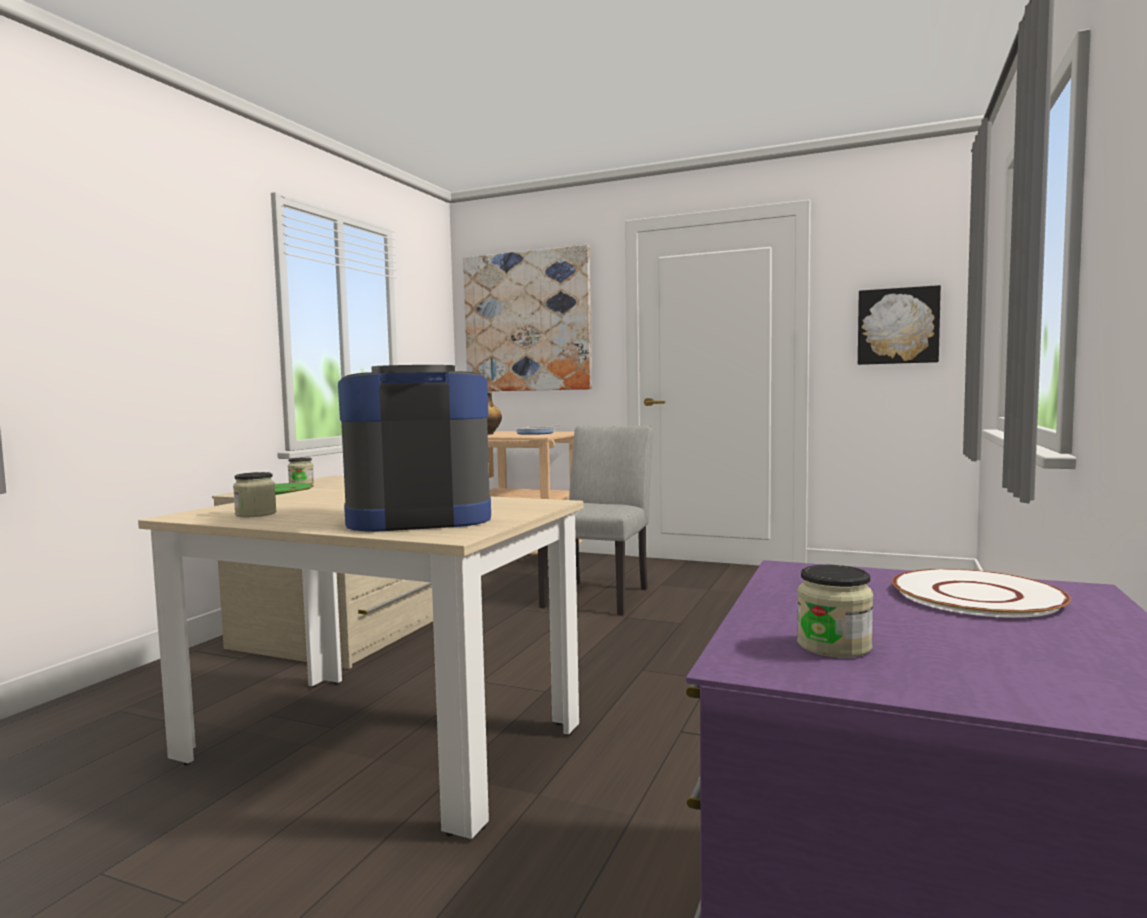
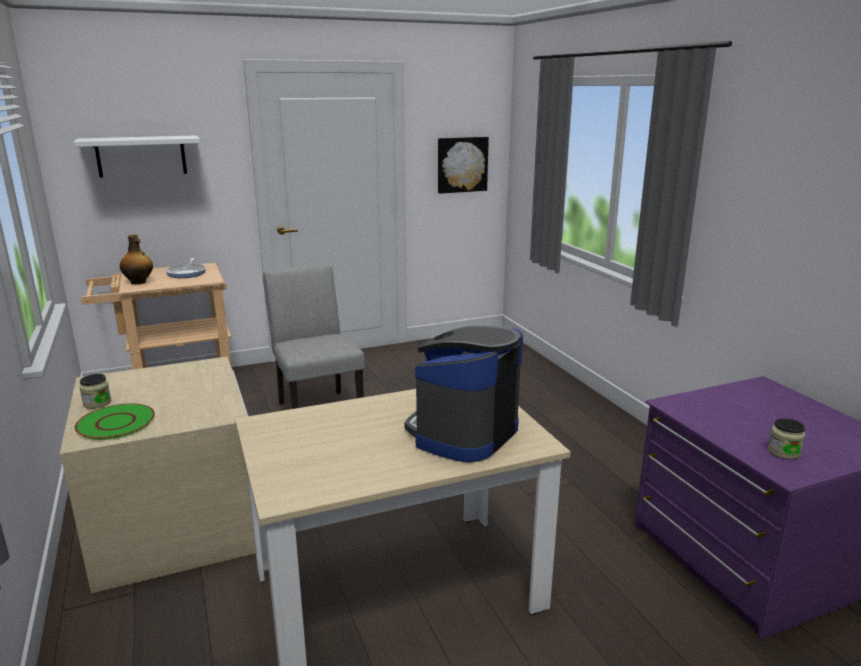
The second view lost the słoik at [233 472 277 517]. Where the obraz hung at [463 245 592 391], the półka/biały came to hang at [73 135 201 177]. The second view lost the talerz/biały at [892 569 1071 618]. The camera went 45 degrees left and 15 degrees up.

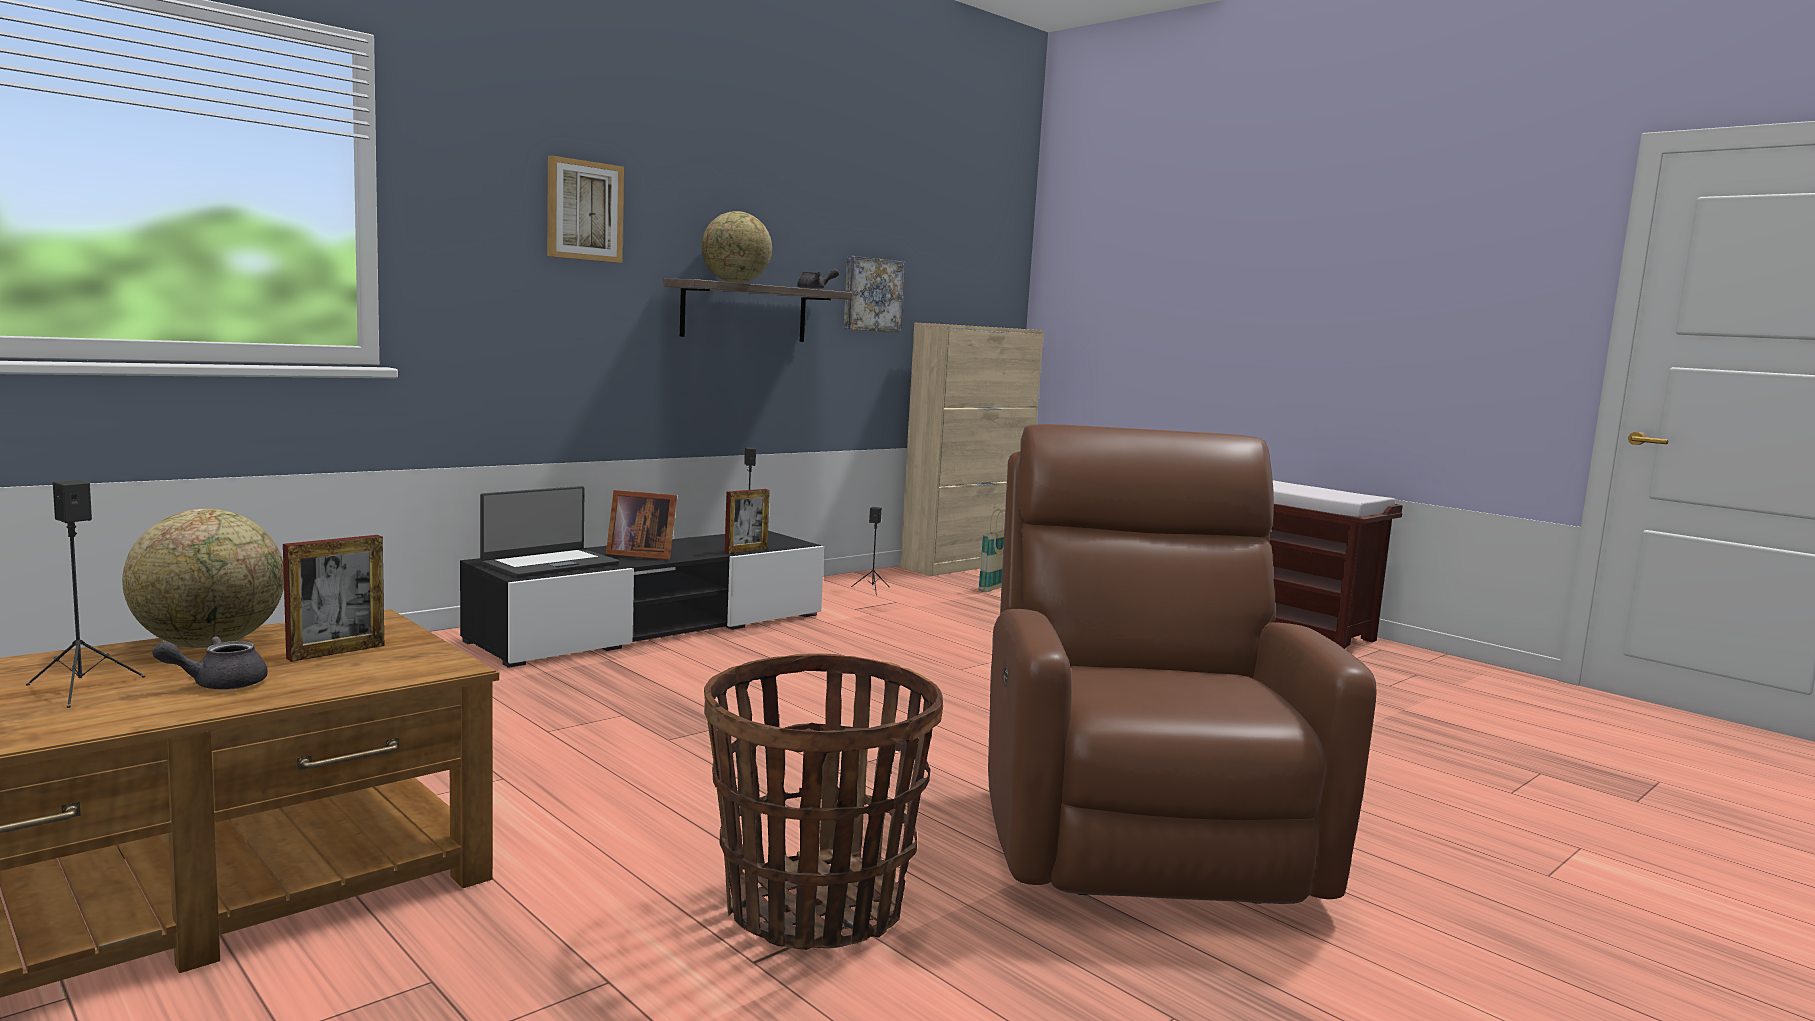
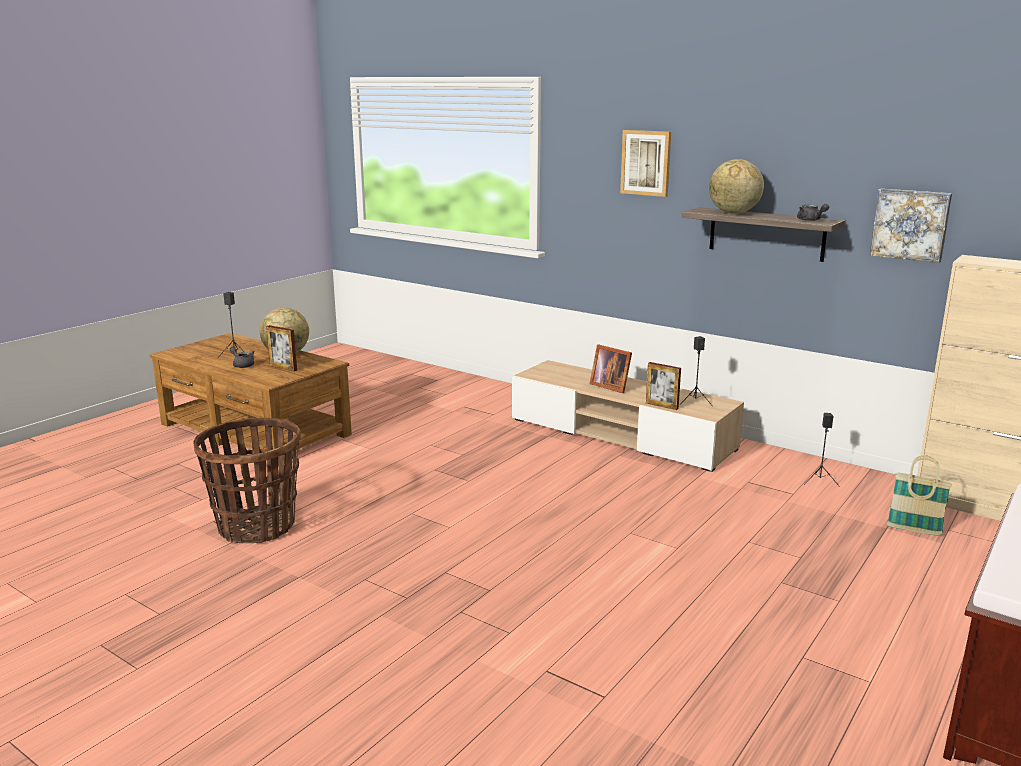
What was the szafka pod telewizor/czarny at [460 531 824 668] turned into the szafka pod telewizor/beżowy at [512 360 744 472]. The second view lost the laptop at [480 486 619 578]. The ramka na zdjęcie at [606 490 677 560] ended up facing another way, 45 degrees counterclockwise from before. The second view lost the fotel/brązowy at [988 424 1377 904]. The camera went 80 degrees right and 10 degrees up.

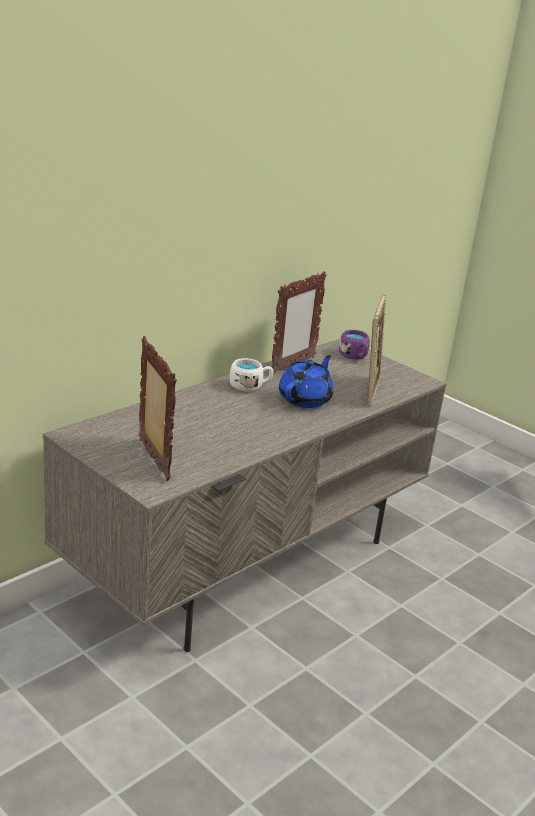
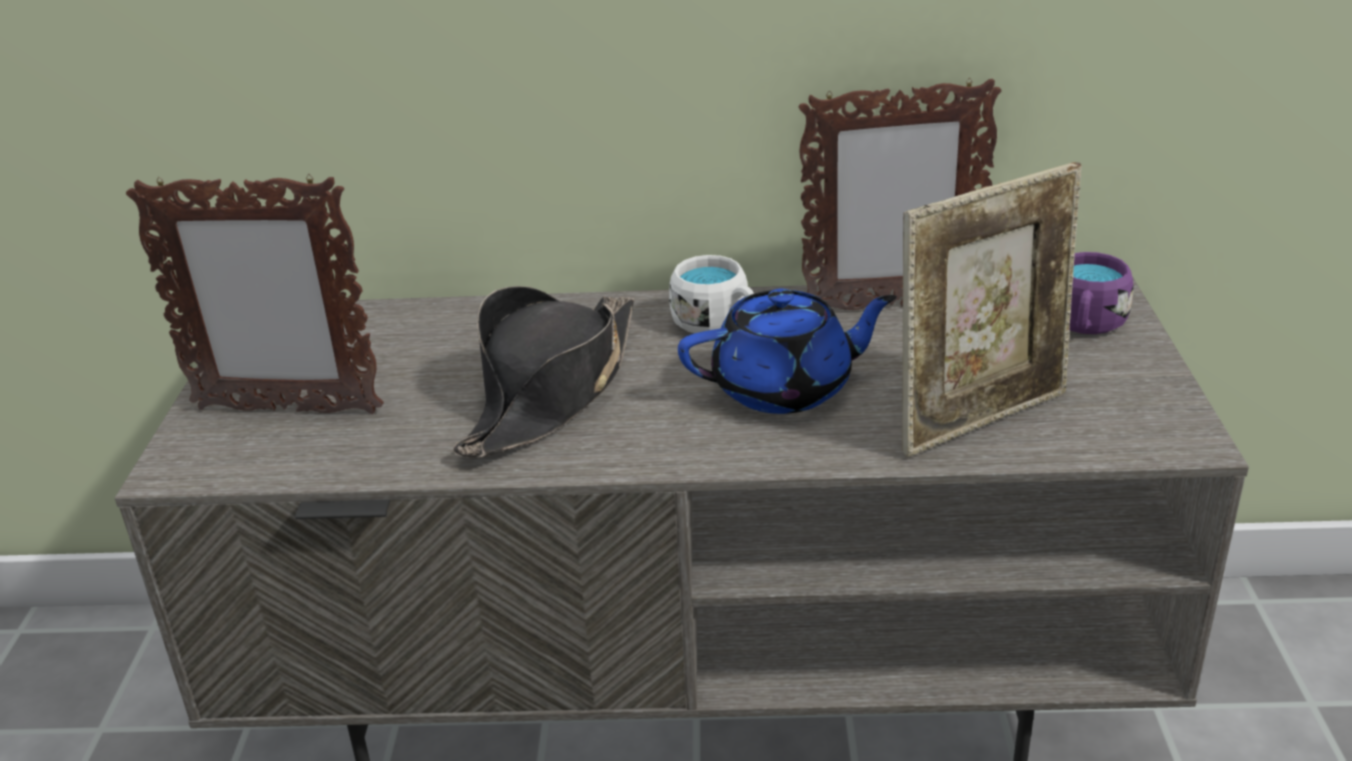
The ramka na zdjęcie at [139 336 177 481] ended up facing another way, 75 degrees clockwise from before. The second view gained the kapelusz/czarny at [453 286 634 458]. The camera went 50 degrees right and 5 degrees up.

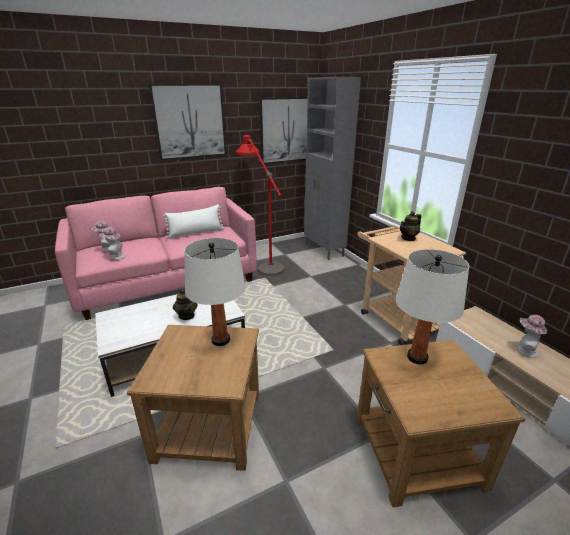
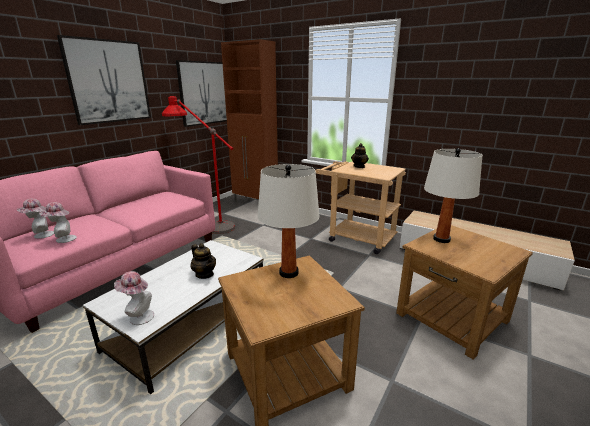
The second view lost the poduszka/biały at [163 204 224 239]. What was the szafka/szary at [304 77 361 260] turned into the szafka/brązowy at [221 39 278 202]. The kapelusz ended up elsewhere, having gone from [518 315 547 358] to [114 271 154 325]. The camera went 30 degrees left and 5 degrees down.

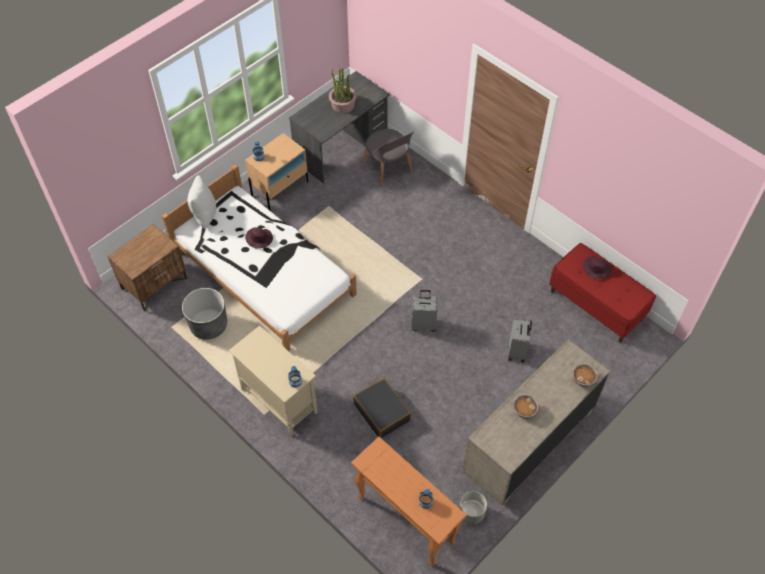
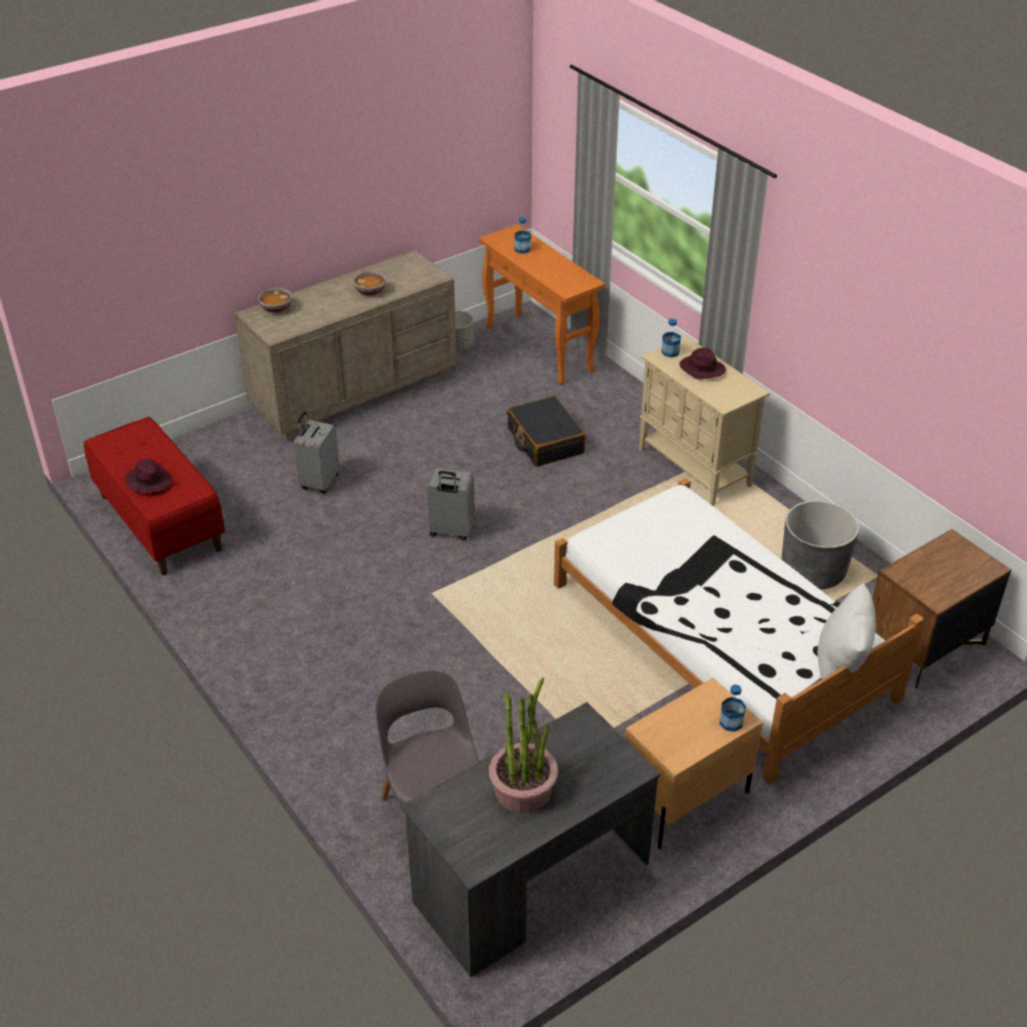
The kapelusz/fioletowy ended up elsewhere, having gone from [245 227 273 249] to [679 348 726 379]. The camera went 170 degrees left and 15 degrees down.

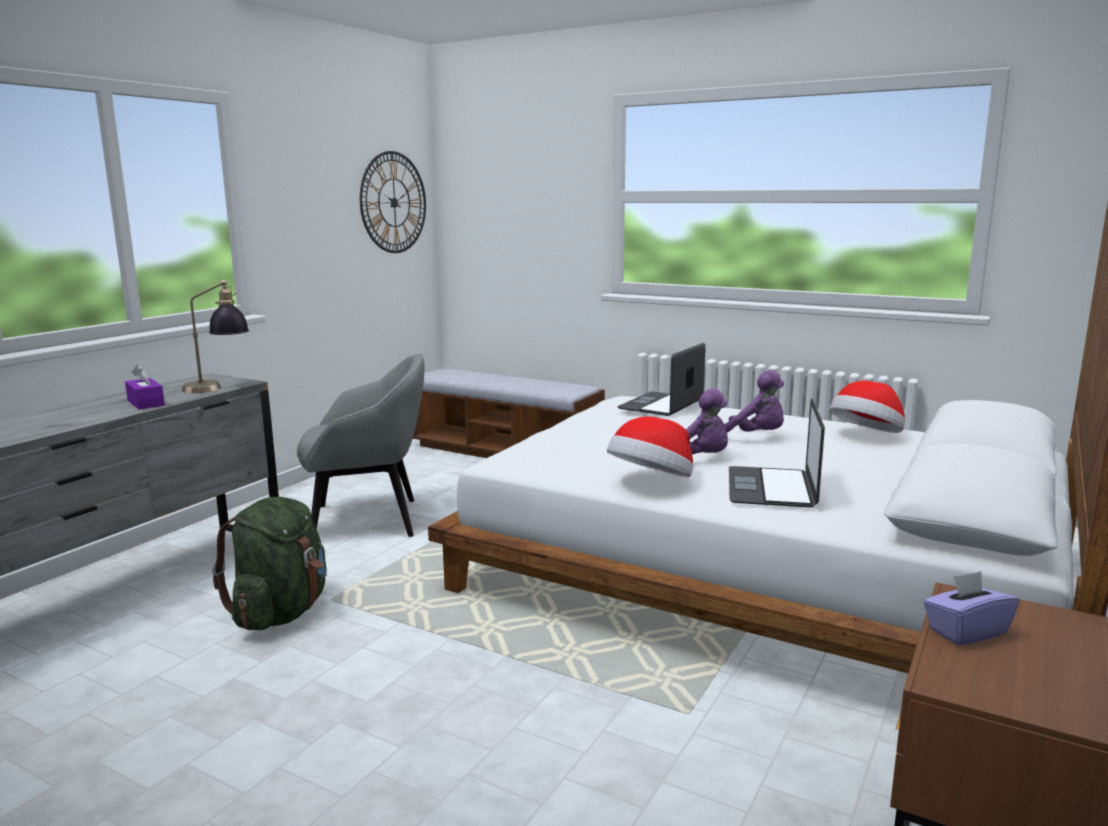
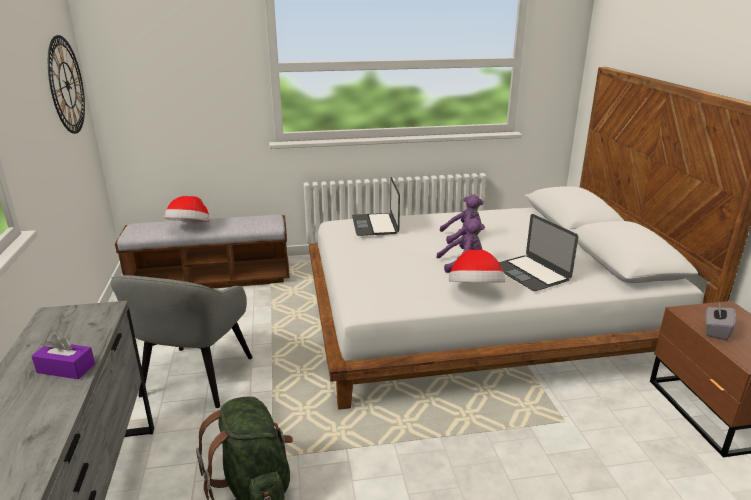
The second view lost the lampa stołowa at [182 280 249 393]. The fotel/szary at [297 354 424 537] ended up facing another way, 150 degrees clockwise from before. The kapelusz ended up elsewhere, having gone from [829 380 905 433] to [164 196 210 222]. What was the pudełko chusteczek/fioletowy at [924 571 1019 645] turned into the pudełko chusteczek/szary at [705 302 736 340]. The camera went 40 degrees left and 10 degrees up.

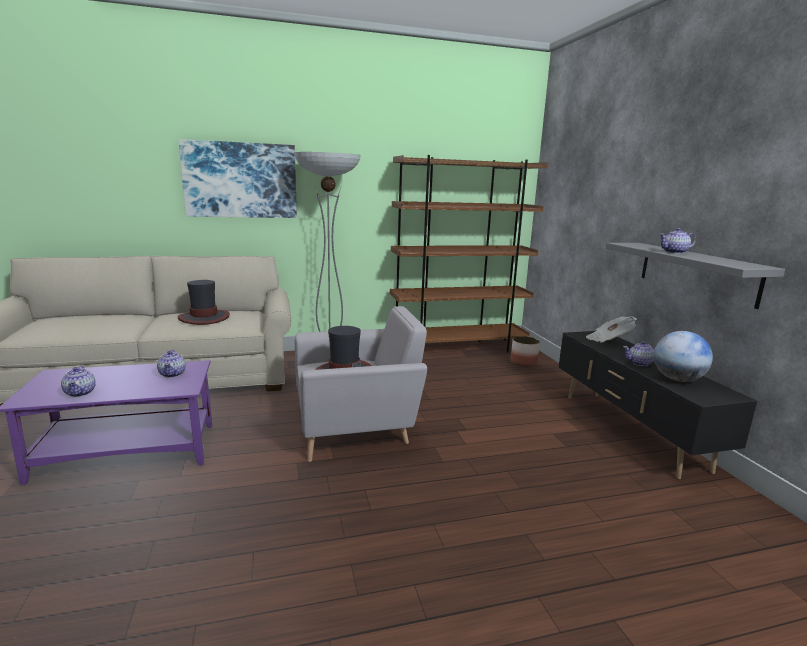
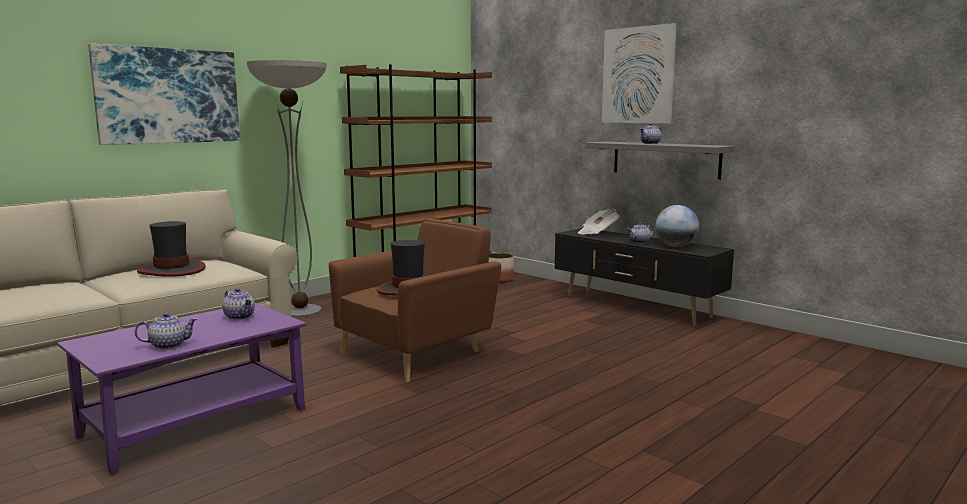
The imbryk at [61 366 96 397] ended up facing another way, 60 degrees counterclockwise from before. What was the fotel/szary at [295 306 427 462] turned into the fotel/brązowy at [329 219 501 382]. The second view gained the obraz at [602 23 677 124]. The camera went 30 degrees left and 5 degrees down.

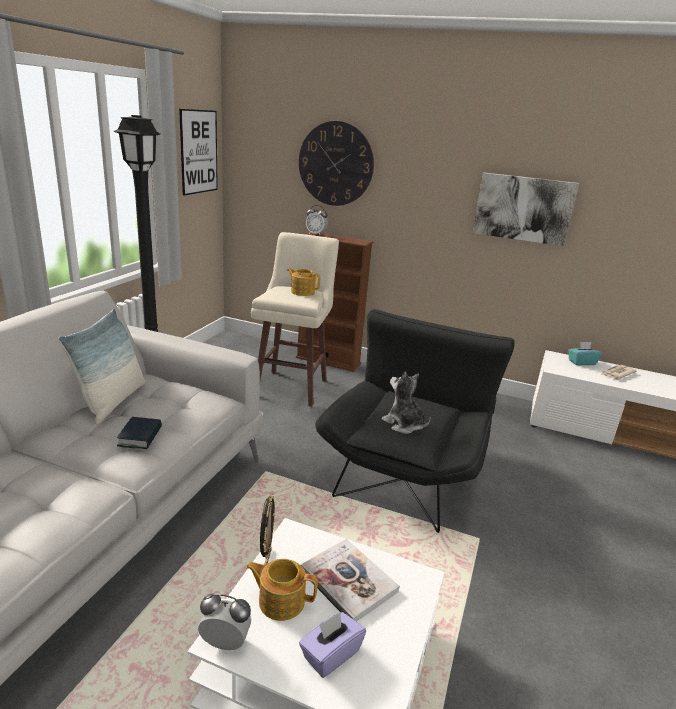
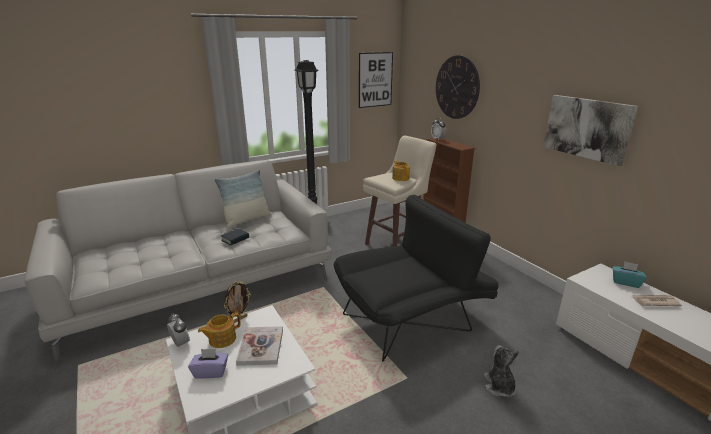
The imbryk at [246 559 318 621] ended up facing another way, 90 degrees counterclockwise from before. The pluszak ended up elsewhere, having gone from [382 372 431 434] to [484 345 519 397]. The camera went 40 degrees right and 0 degrees up.

